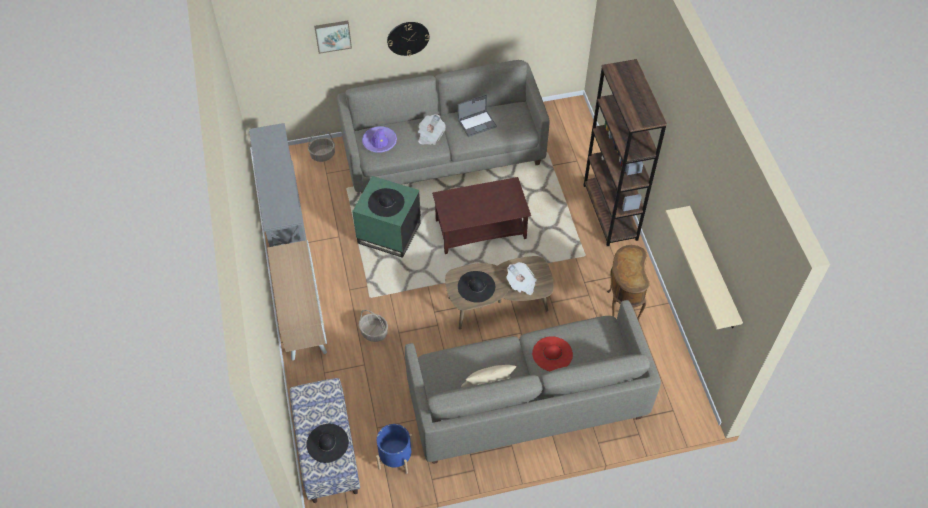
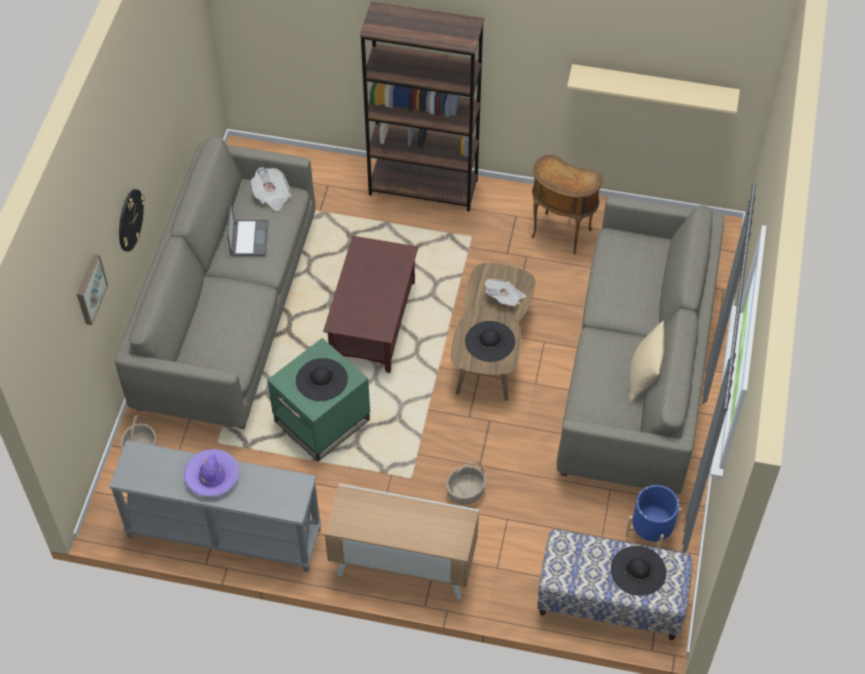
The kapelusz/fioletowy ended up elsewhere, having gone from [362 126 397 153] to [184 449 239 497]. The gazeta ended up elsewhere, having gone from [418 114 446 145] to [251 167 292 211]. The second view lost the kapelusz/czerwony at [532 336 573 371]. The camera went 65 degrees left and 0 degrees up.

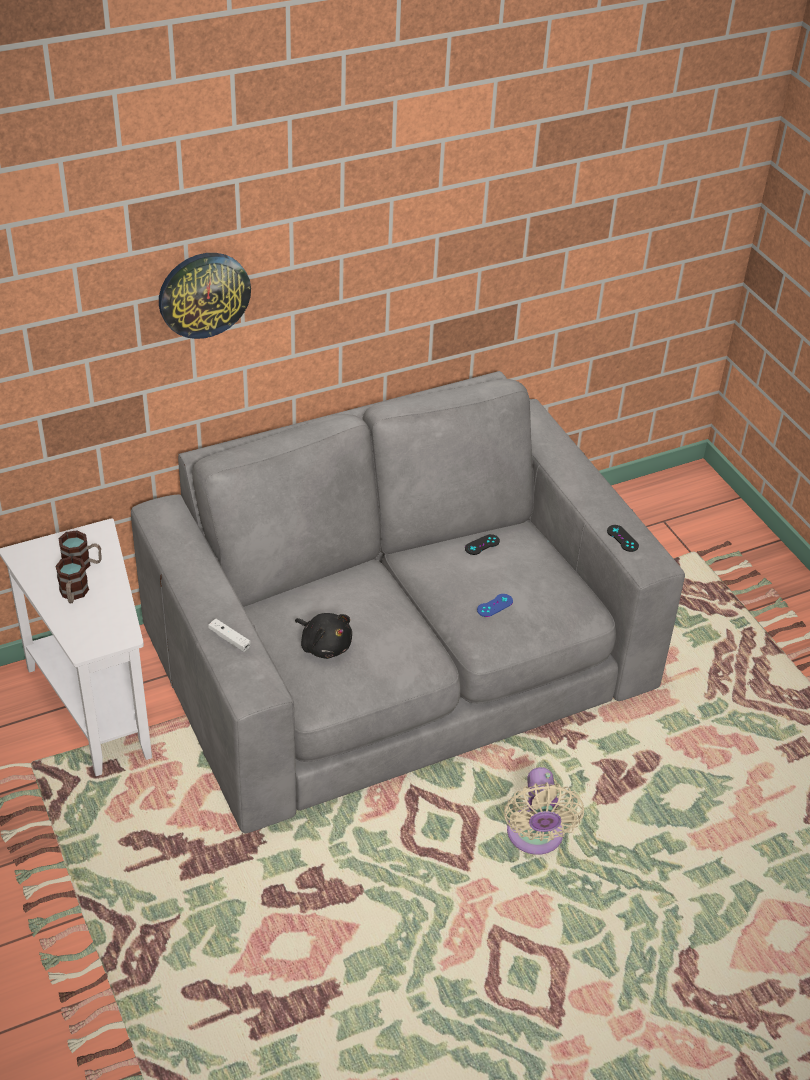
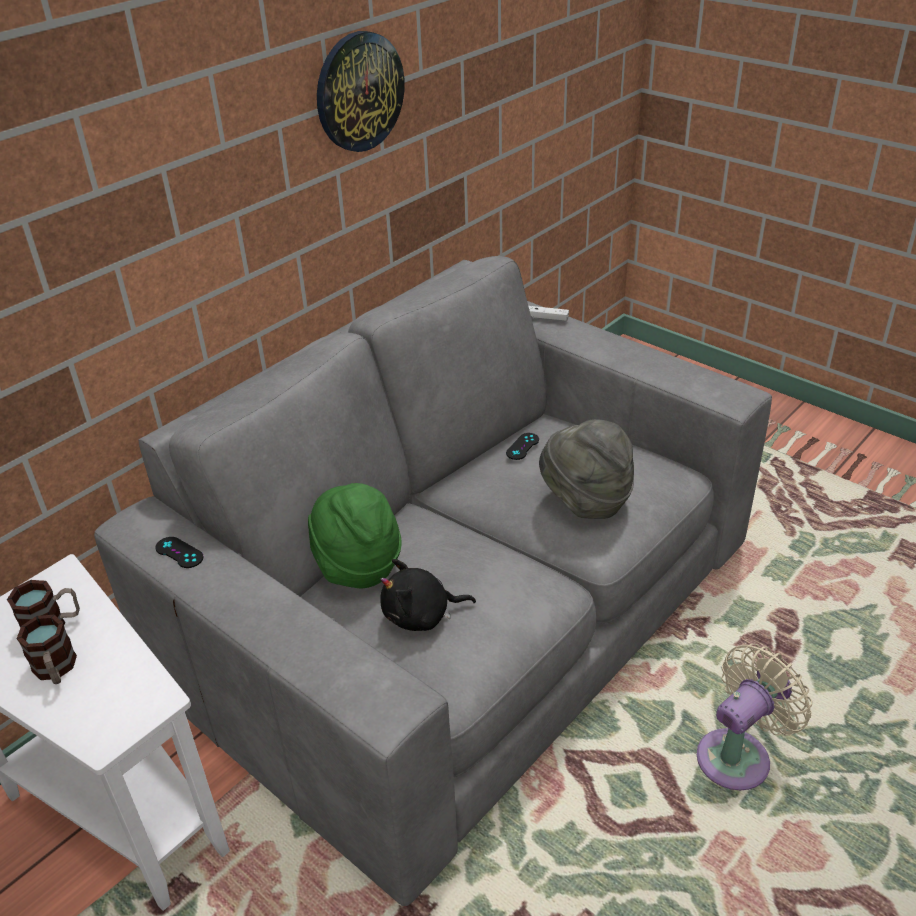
The zegar ścienny ended up elsewhere, having gone from [159 253 251 339] to [317 31 405 152]. The pad do gier/biały ended up elsewhere, having gone from [208 619 251 652] to [529 306 569 322]. The pluszak/czarny at [295 613 352 659] ended up facing another way, 150 degrees clockwise from before. Where the pad do gier/niebieski stood at [477 594 513 617], the kapelusz/szary came to stand at [539 419 634 519]. The wentylator/beżowy at [504 767 584 855] ended up facing another way, 105 degrees counterclockwise from before. The pad do gier/czarny ended up elsewhere, having gone from [607 525 639 552] to [155 537 203 568]. The second view gained the kapelusz/zielony at [308 483 402 588]. The camera went 20 degrees left and 5 degrees down.

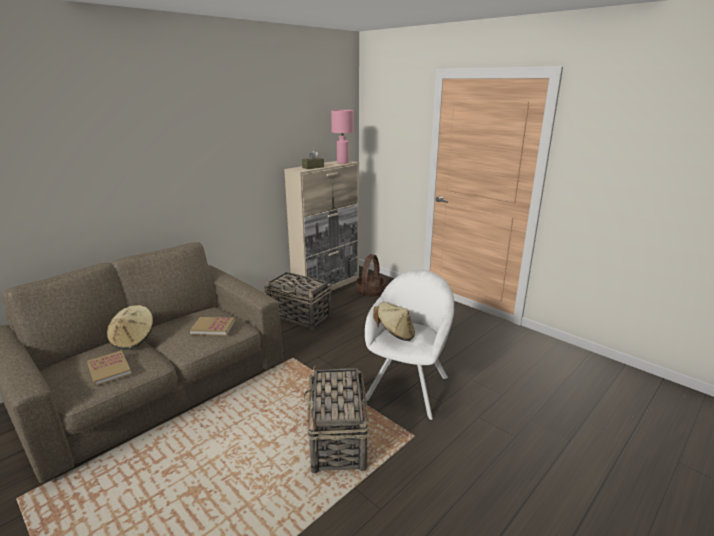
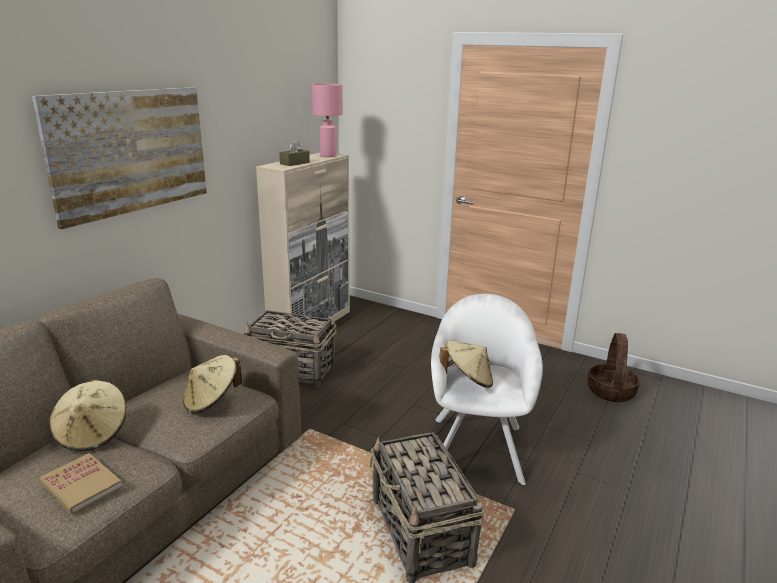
Where the książka stood at [190 317 235 335], the kapelusz/beżowy came to stand at [183 355 242 414]. The koszyk ended up elsewhere, having gone from [356 254 386 297] to [587 333 640 402]. The second view gained the obraz at [32 87 207 229]. The camera went 15 degrees left and 0 degrees up.

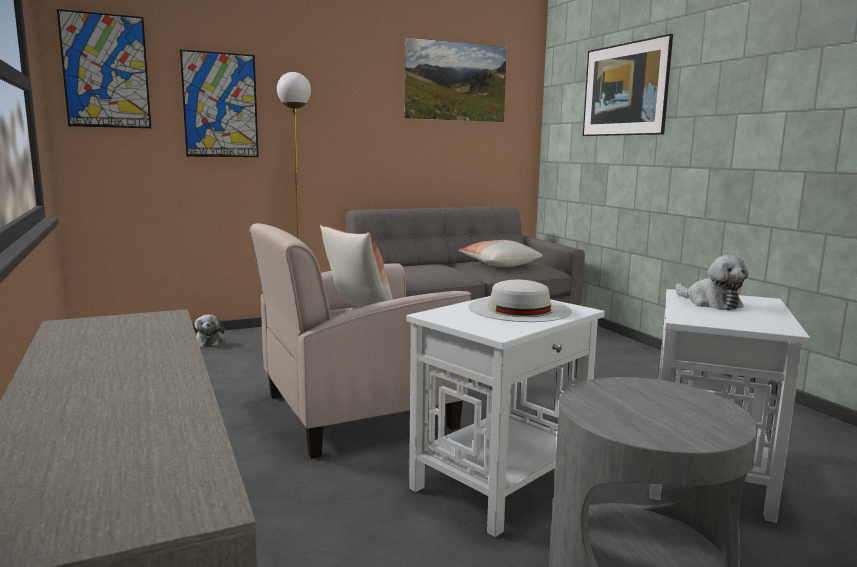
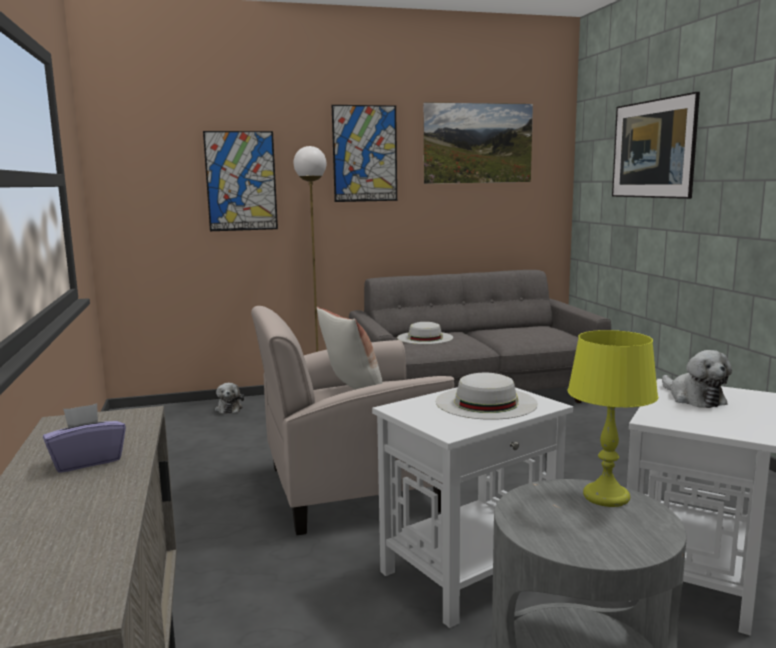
The obraz ended up elsewhere, having gone from [57 9 151 128] to [332 105 397 202]. The second view lost the poduszka at [459 240 543 267]. The second view gained the pudełko chusteczek/fioletowy at [43 403 126 473]. The second view gained the kapelusz/biały at [397 322 453 344]. The second view gained the lampa stołowa/żółty at [568 330 658 507]. The camera went 10 degrees right and 0 degrees up.

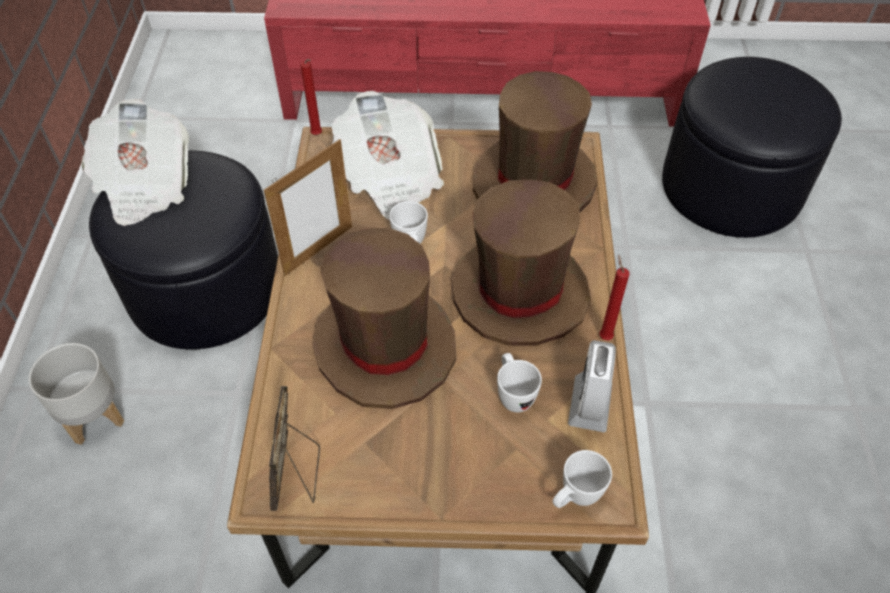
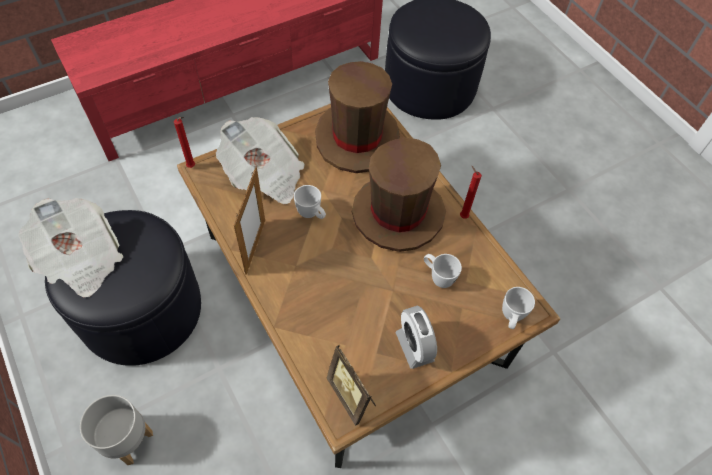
The second view lost the kapelusz/brązowy at [312 228 456 409]. The budzik ended up elsewhere, having gone from [568 340 616 432] to [396 306 437 369]. The camera went 35 degrees left and 5 degrees up.

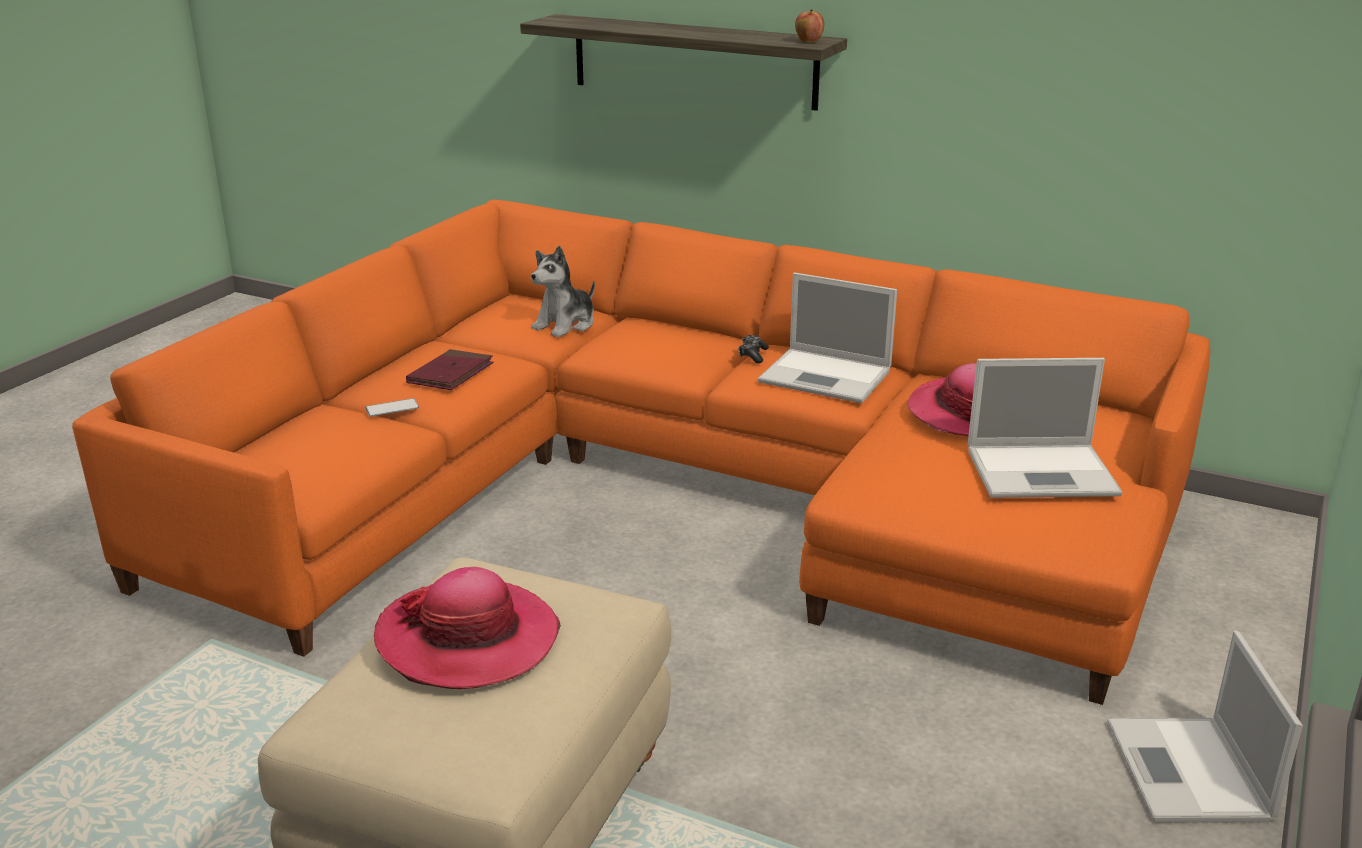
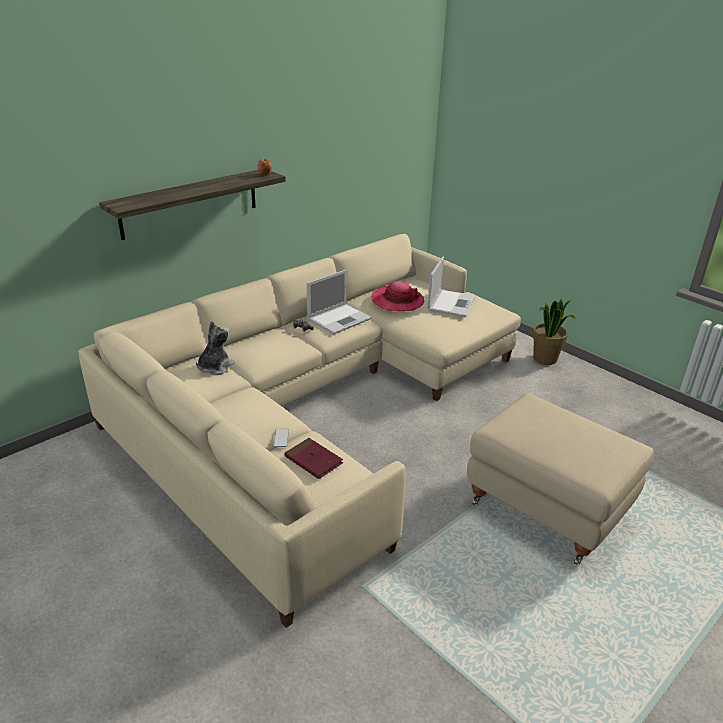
What was the kanapa/pomarańczowy at [72 199 1210 705] turned into the kanapa/beżowy at [78 234 521 628]. The second view lost the kapelusz at [374 566 561 689]. The książka/czerwony ended up elsewhere, having gone from [406 349 494 390] to [284 438 343 479]. The pluszak at [531 246 595 338] ended up facing another way, 120 degrees counterclockwise from before. Where the laptop stood at [1107 630 1303 823], the roślina doniczkowa came to stand at [532 298 575 365]. The camera went 70 degrees left and 5 degrees up.

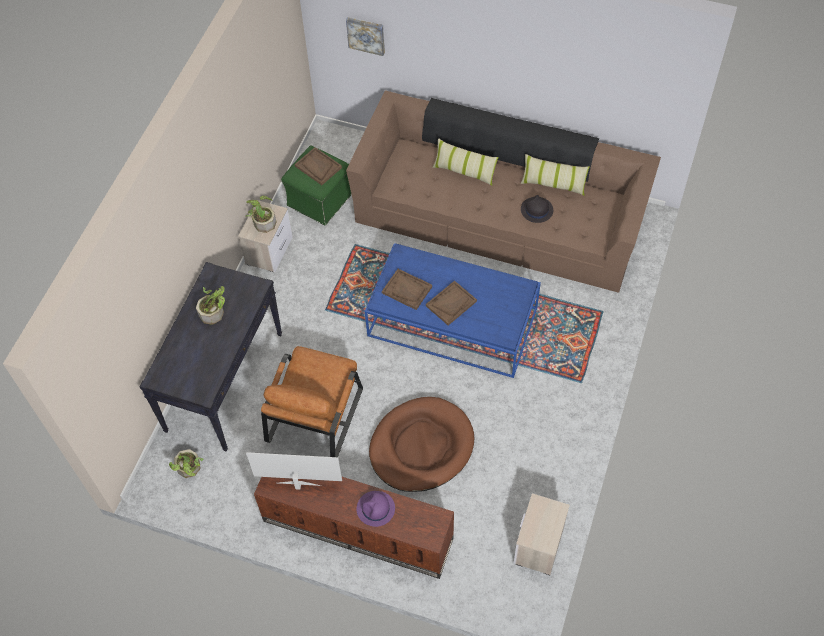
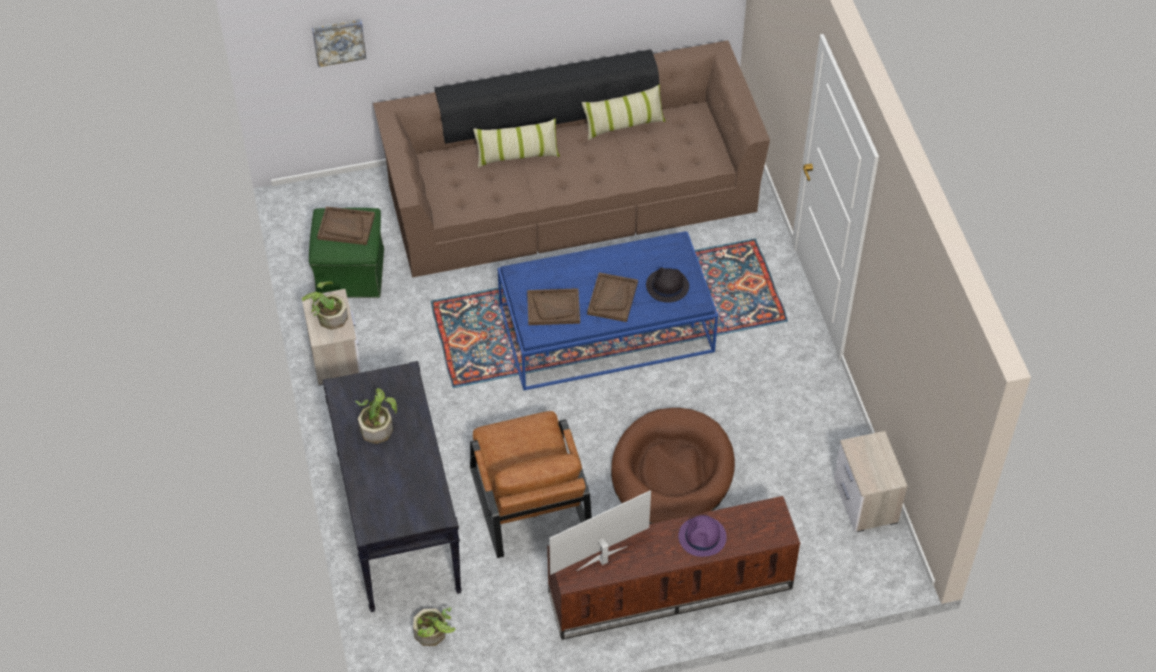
The kapelusz/czarny ended up elsewhere, having gone from [521 195 553 223] to [646 268 689 303]. The camera went 35 degrees left and 5 degrees down.

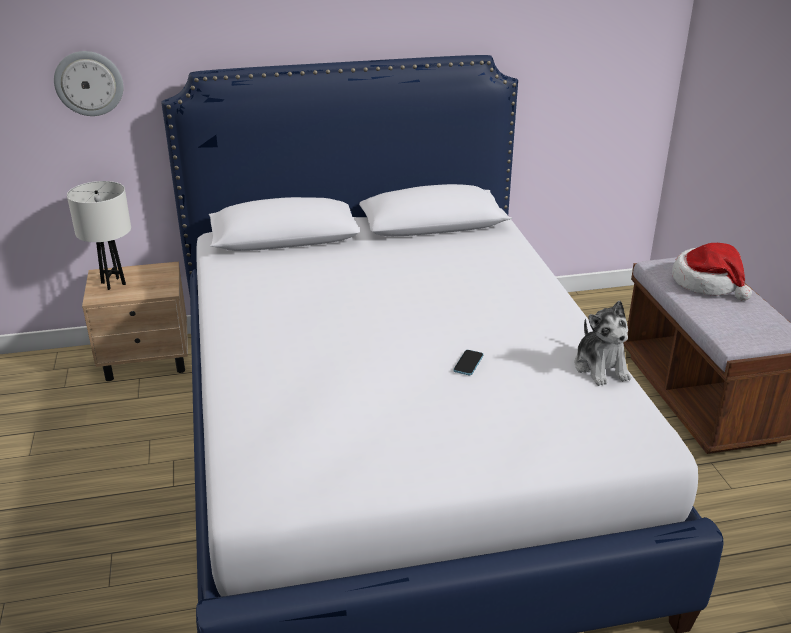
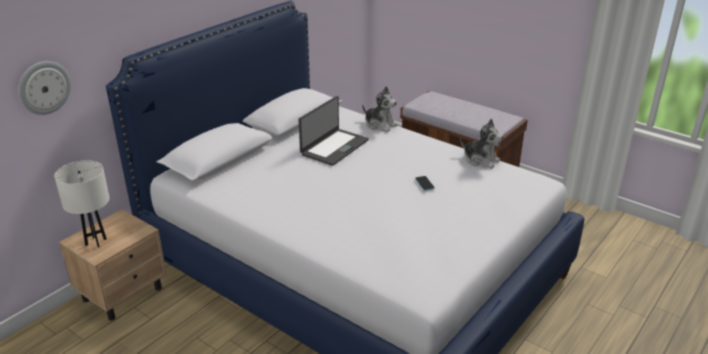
The second view lost the kapelusz at [672 243 752 301]. The second view gained the laptop at [298 96 369 166]. The second view gained the pluszak at [362 86 398 132]. The camera went 40 degrees left and 0 degrees up.

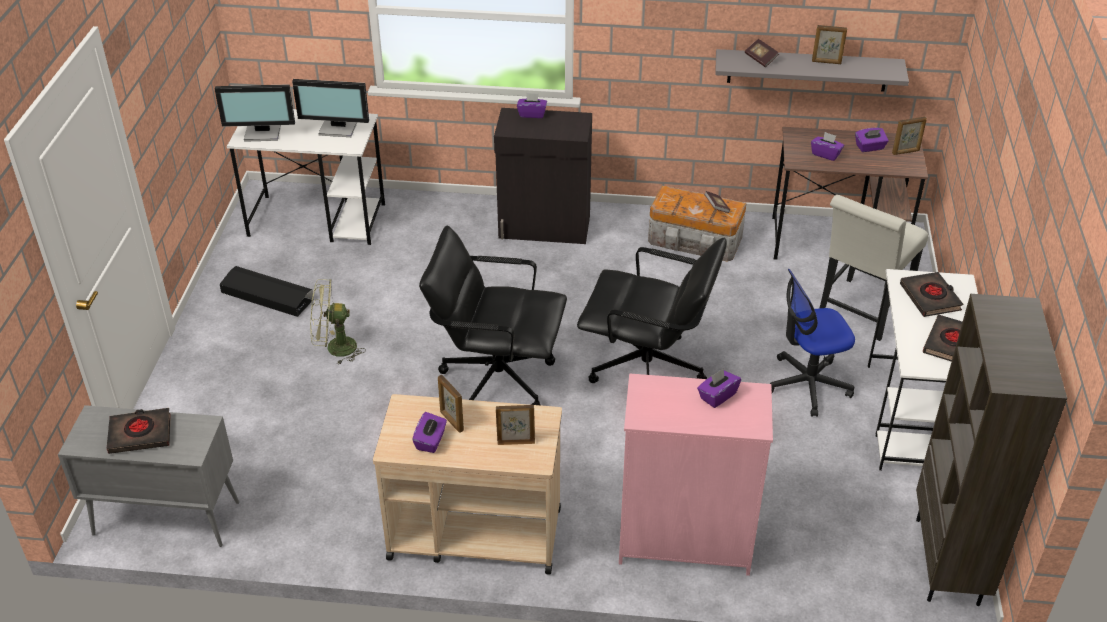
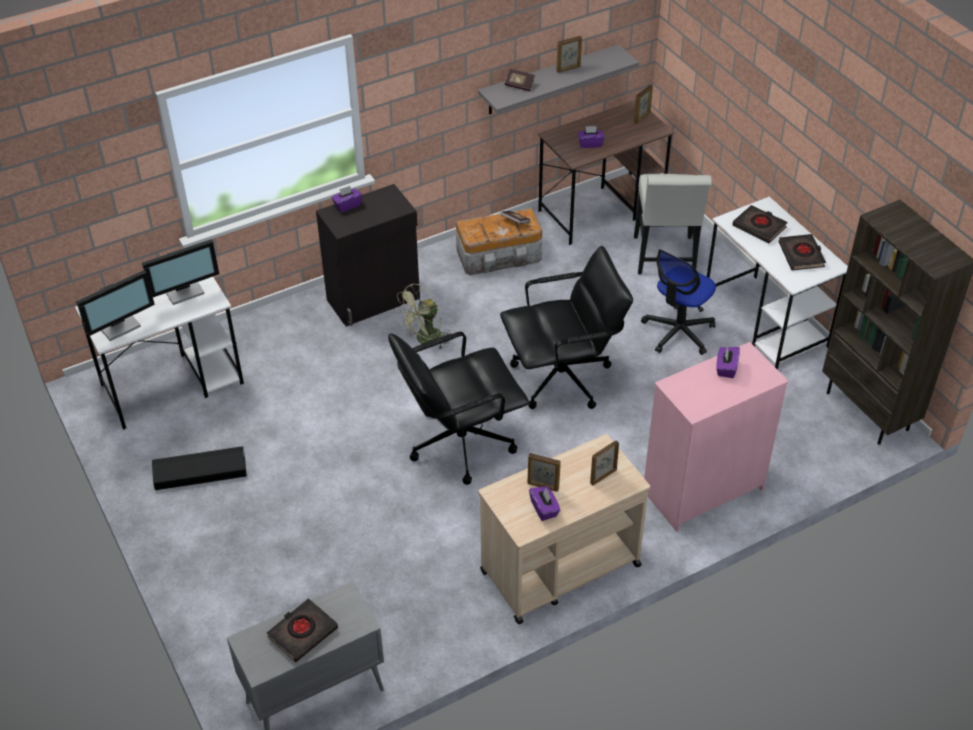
The wentylator/zielony ended up elsewhere, having gone from [310 279 366 365] to [396 284 450 349]. The second view lost the pudełko chusteczek/fioletowy at [855 128 889 152]. The camera went 35 degrees left and 5 degrees up.

